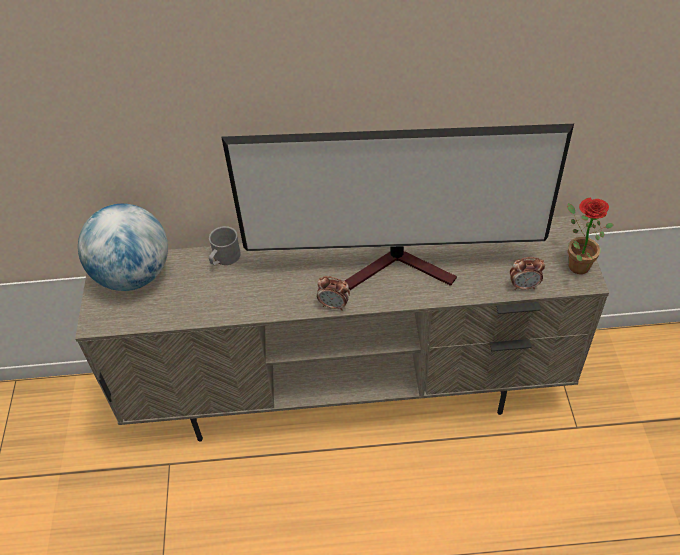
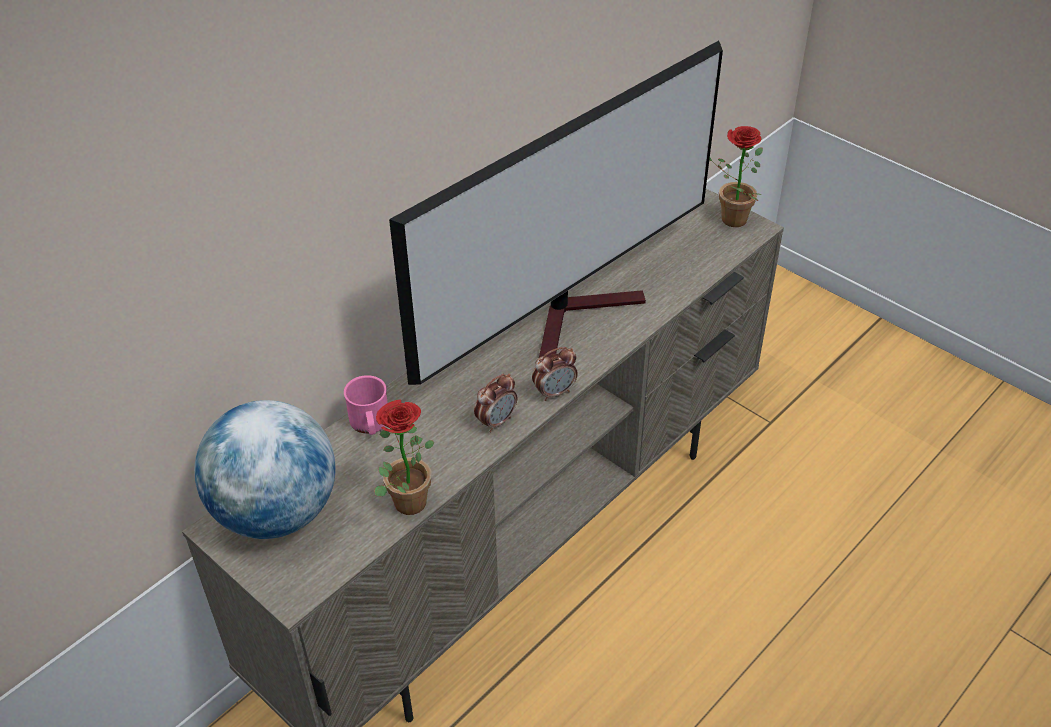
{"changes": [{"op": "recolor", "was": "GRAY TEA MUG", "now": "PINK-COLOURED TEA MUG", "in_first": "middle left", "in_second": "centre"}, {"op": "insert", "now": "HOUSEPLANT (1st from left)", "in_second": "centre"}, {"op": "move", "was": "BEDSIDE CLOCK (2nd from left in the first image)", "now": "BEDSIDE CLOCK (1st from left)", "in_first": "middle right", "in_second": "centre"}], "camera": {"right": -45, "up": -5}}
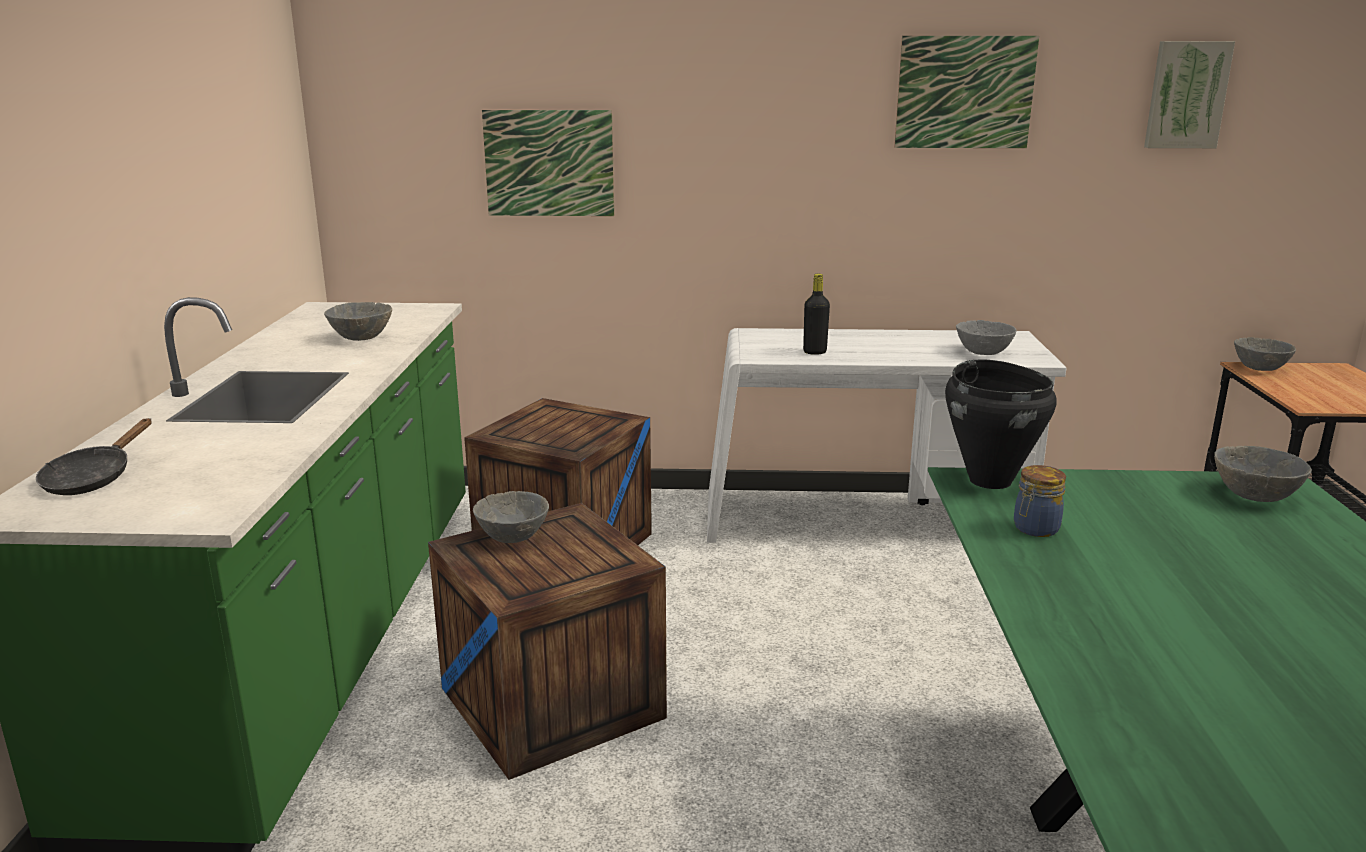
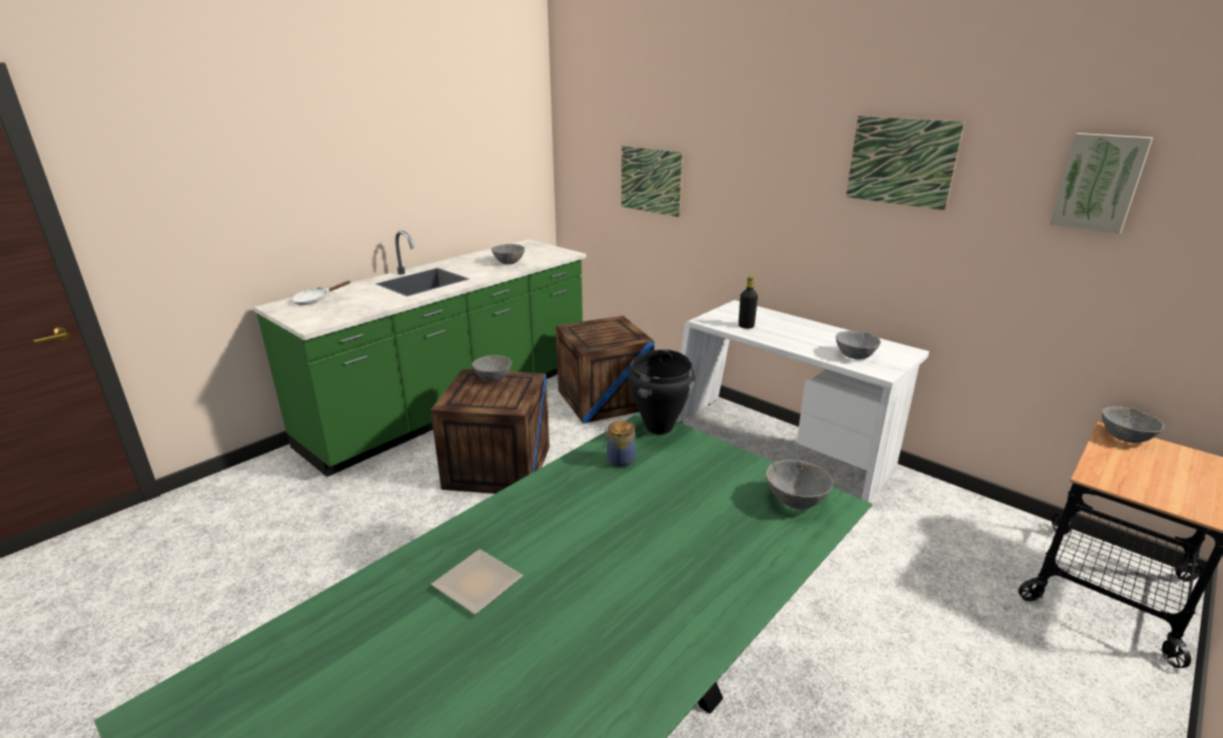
{"changes": [{"op": "recolor", "was": "BLACK FRYING PAN", "now": "WHITE FRYING PAN", "in_first": "middle left", "in_second": "middle left"}, {"op": "insert", "now": "FLAT DISH", "in_second": "bottom centre"}], "camera": {"right": 40, "up": 5}}
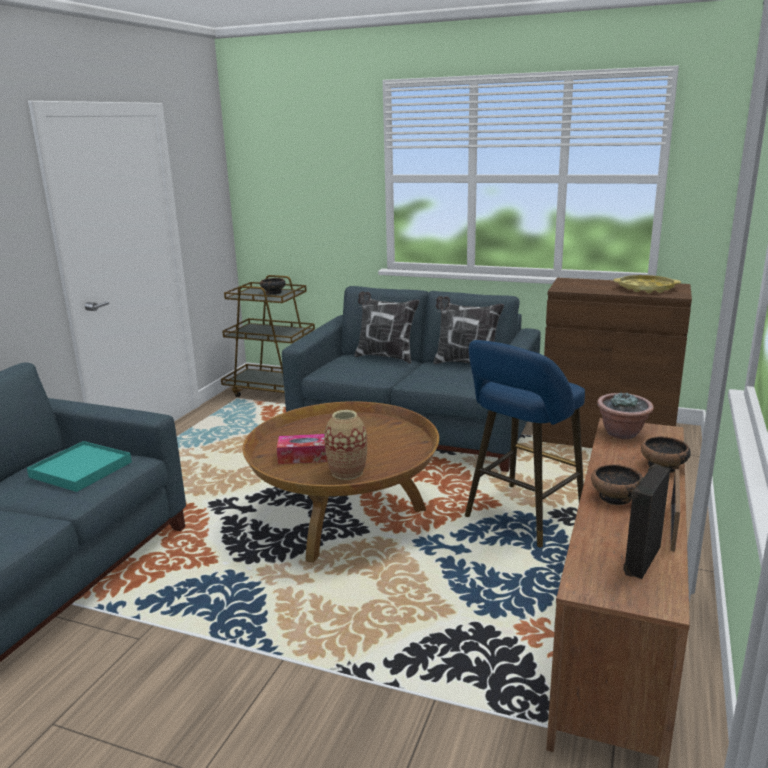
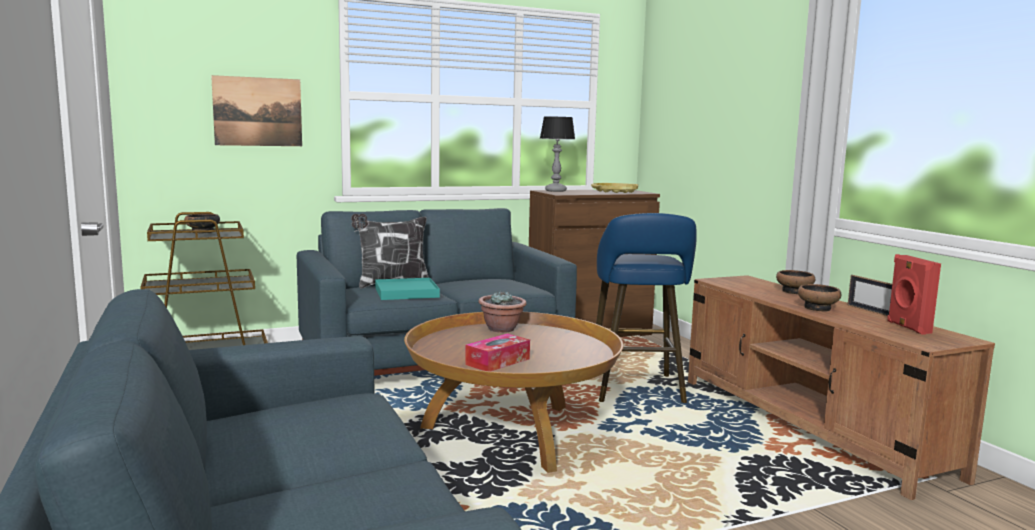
{"changes": [{"op": "insert", "now": "PICTURE", "in_second": "top left"}, {"op": "move", "was": "BLUE-GREEN CARRYING TRAY", "in_first": "middle left", "in_second": "centre"}, {"op": "move", "was": "HOUSEPLANT", "in_first": "middle right", "in_second": "centre"}, {"op": "insert", "now": "TABLETOP LAMP", "in_second": "top centre"}, {"op": "recolor", "was": "BLACK AUDIO SPEAKER", "now": "RED-COLOURED AUDIO SPEAKER", "in_first": "bottom right", "in_second": "middle right"}, {"op": "delete", "was": "VASE", "in_first": "centre"}, {"op": "delete", "was": "PILLOW (2nd from left)", "in_first": "centre"}], "camera": {"right": -45, "up": -10}}
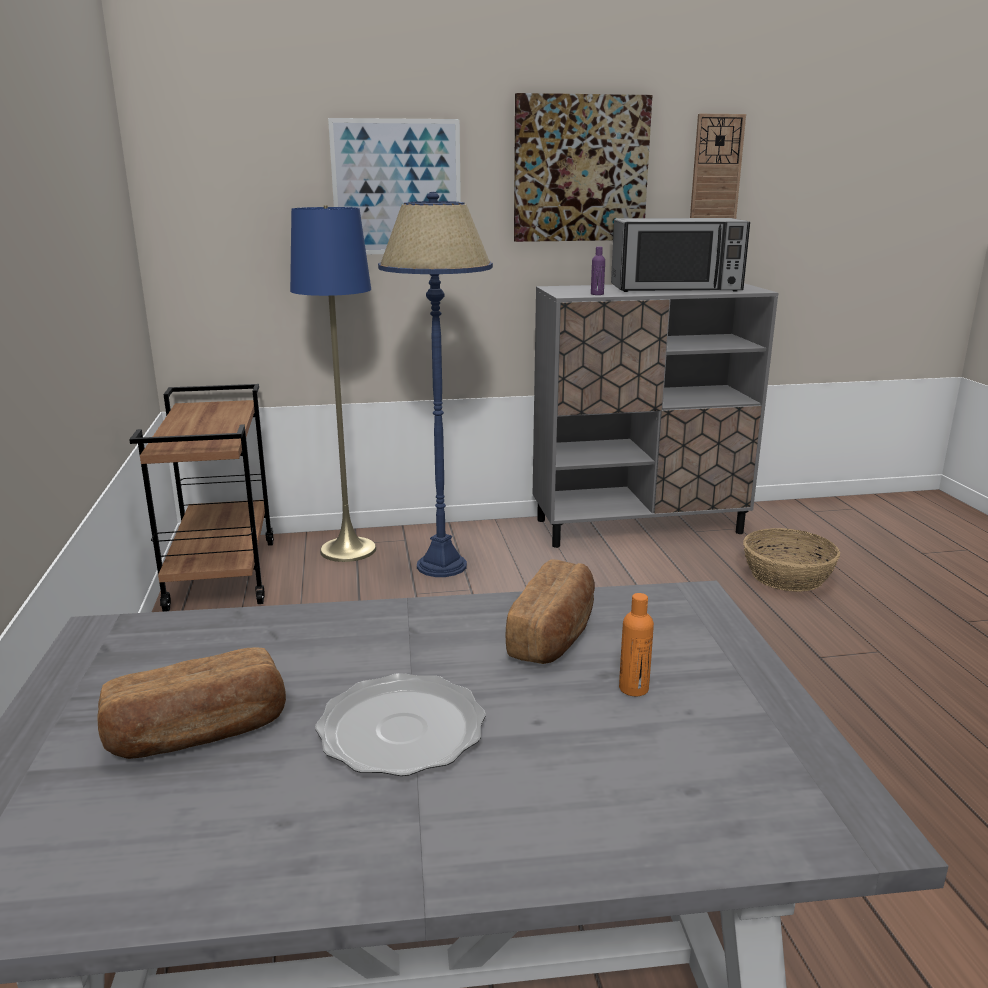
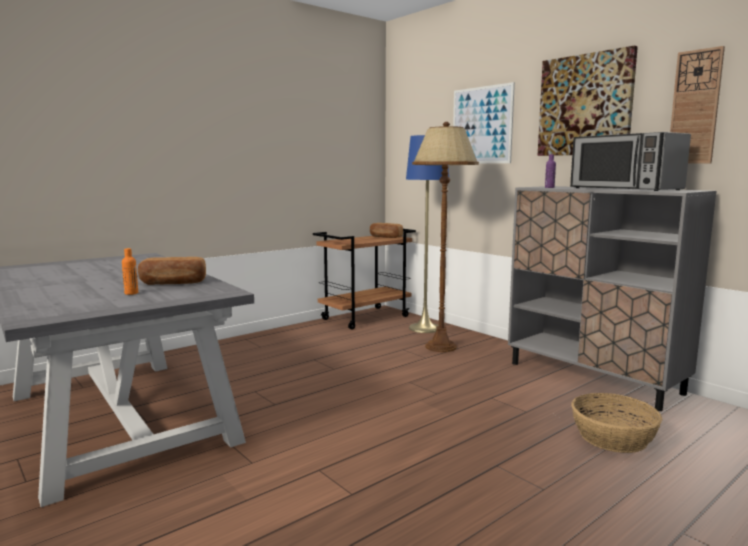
{"changes": [{"op": "move", "was": "BAKERY BREAD (1st from left in the first image)", "now": "BAKERY BREAD (2nd from left)", "in_first": "bottom left", "in_second": "centre"}, {"op": "recolor", "was": "BLUISH FLOOR LAMP (2nd from left)", "now": "BROWNISH FLOOR LAMP", "in_first": "centre", "in_second": "centre"}, {"op": "delete", "was": "FLAT DISH", "in_first": "bottom centre"}], "camera": {"right": 60, "up": -10}}
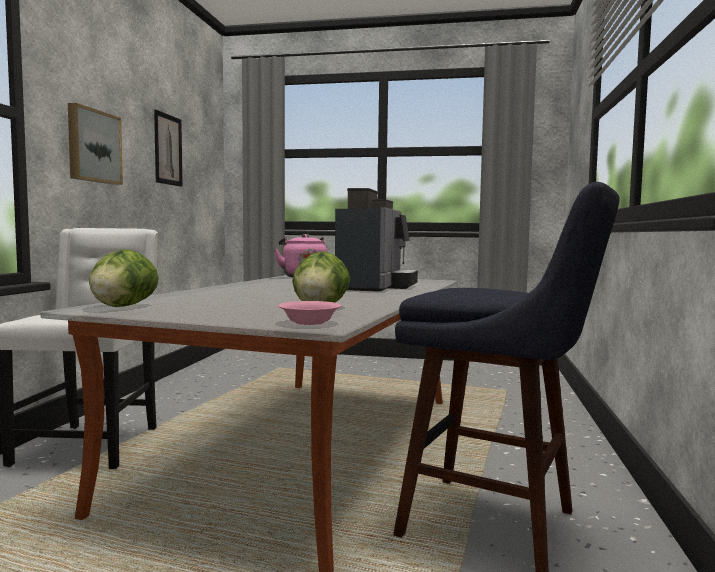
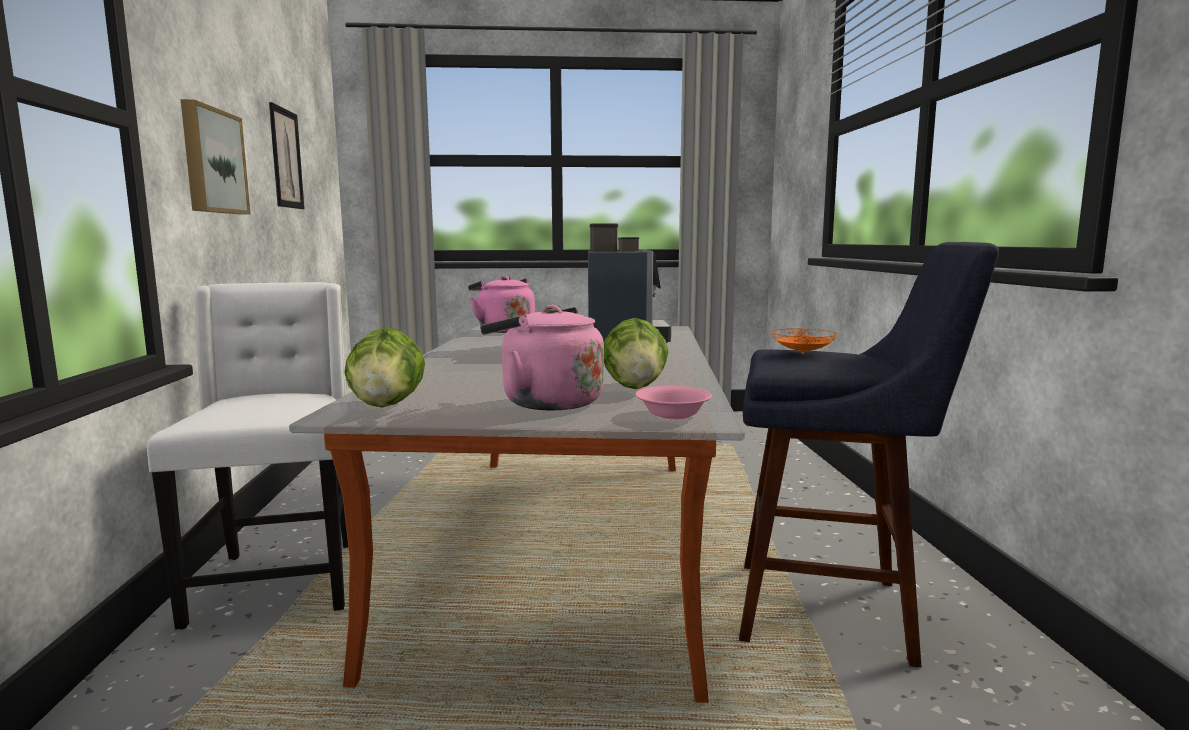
{"changes": [{"op": "insert", "now": "PINK-COLOURED KETTLE (2nd from left)", "in_second": "centre"}, {"op": "insert", "now": "ORANGEY FLAT DISH", "in_second": "middle right"}], "camera": {"right": -15, "up": 5}}
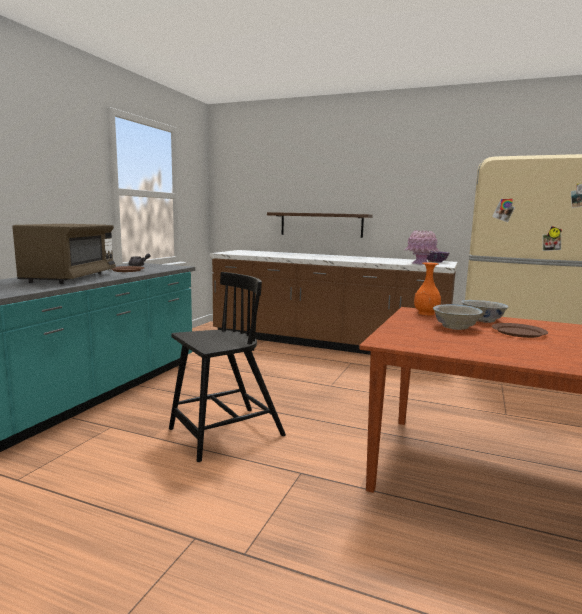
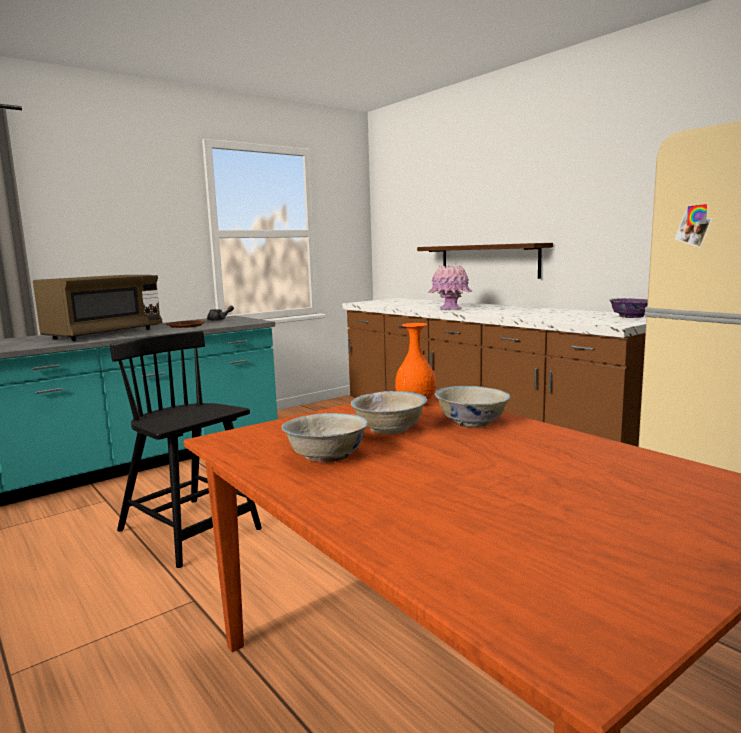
{"changes": [{"op": "rotate", "was": "BLACK UPRIGHT CHAIR", "in_first": "centre", "in_second": "middle left", "clockwise": -135}, {"op": "insert", "now": "WHITE BOWL (1st from left)", "in_second": "centre"}, {"op": "move", "was": "PINK-COLOURED VASE", "in_first": "middle right", "in_second": "centre"}, {"op": "delete", "was": "BROWNISH FLAT DISH (2nd from left)", "in_first": "middle right"}], "camera": {"right": 30, "up": 0}}
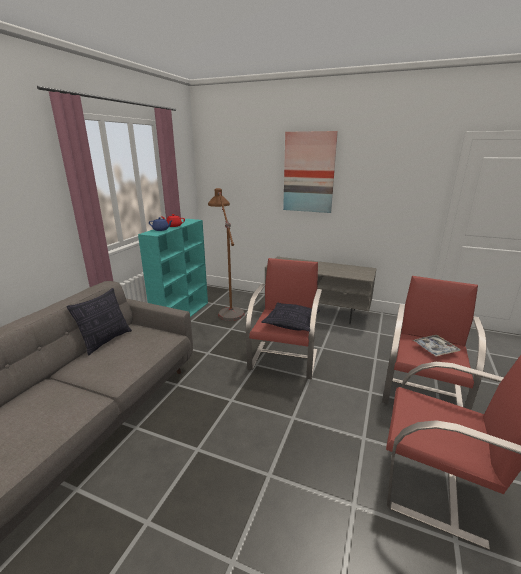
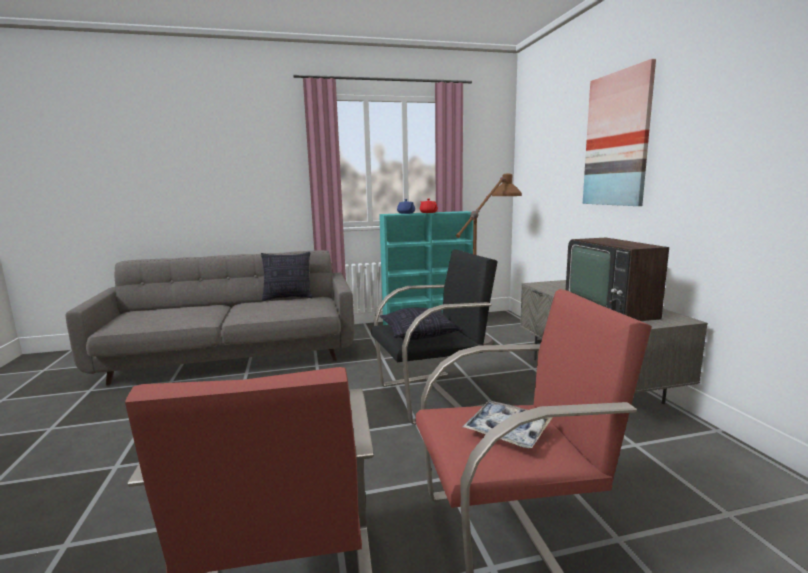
{"changes": [{"op": "recolor", "was": "RED-COLOURED EASY CHAIR (1st from left)", "now": "BLACK EASY CHAIR", "in_first": "centre", "in_second": "centre"}, {"op": "insert", "now": "TV SET", "in_second": "middle right"}], "camera": {"right": 55, "up": -10}}
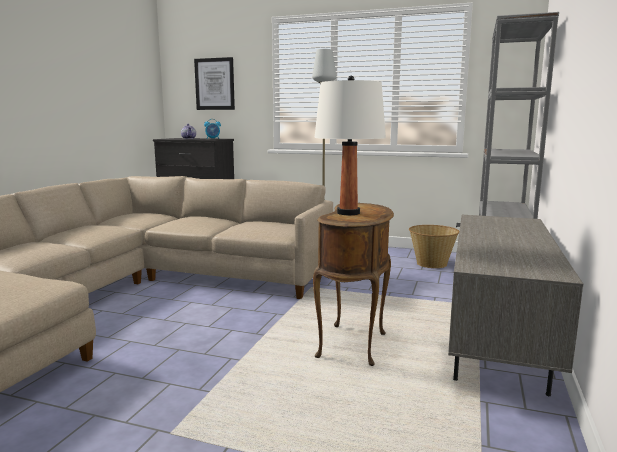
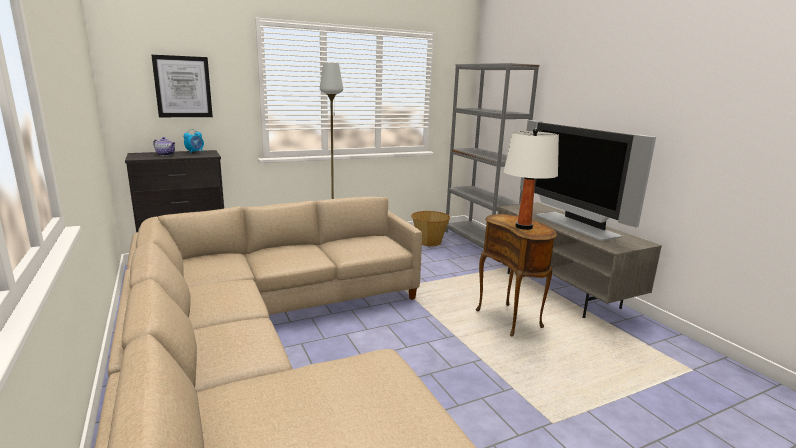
{"changes": [{"op": "insert", "now": "TV SET", "in_second": "middle right"}], "camera": {"right": -45, "up": 5}}
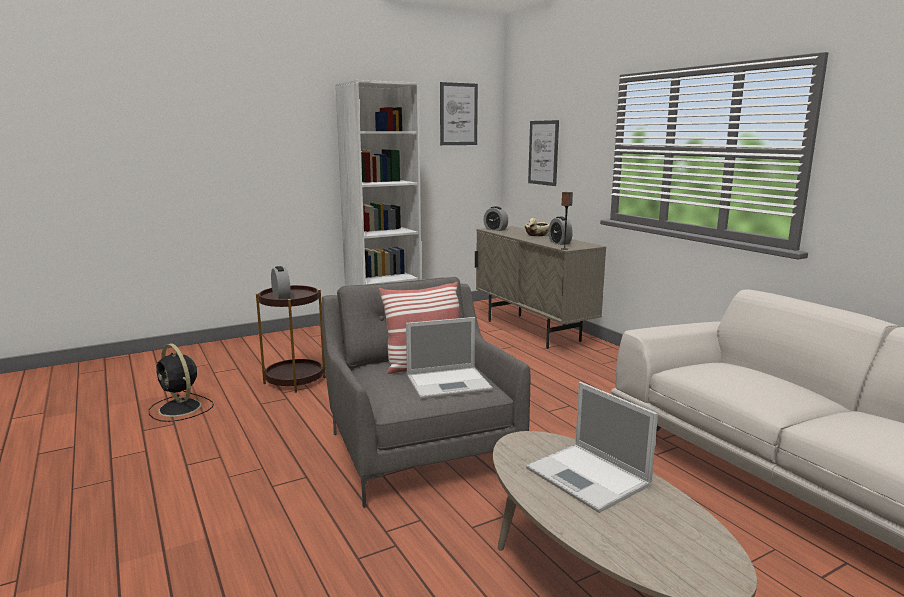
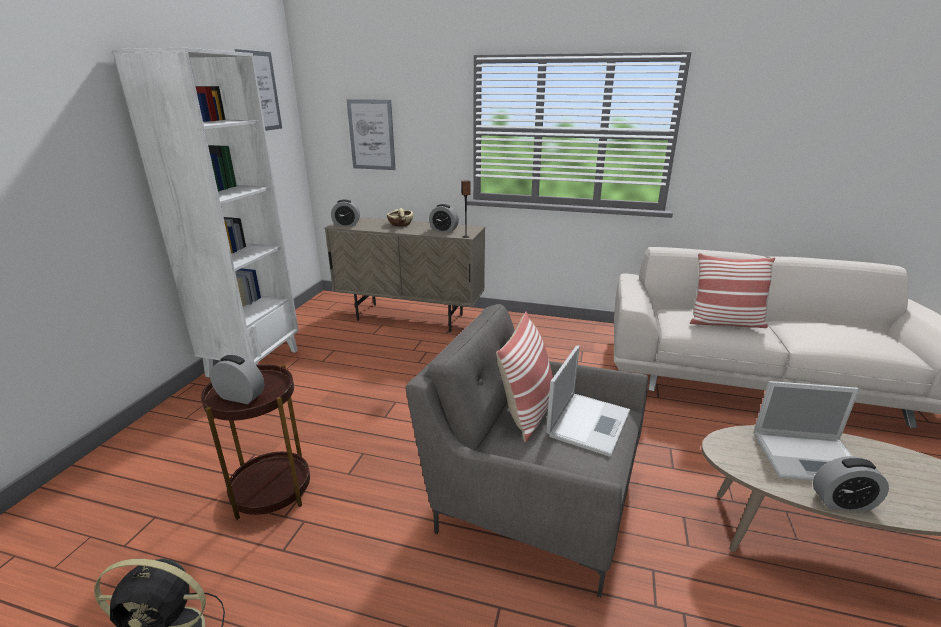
{"changes": [{"op": "insert", "now": "PILLOW (2nd from left)", "in_second": "middle right"}, {"op": "insert", "now": "BEDSIDE CLOCK (4th from left)", "in_second": "bottom right"}], "camera": {"right": -45, "up": 10}}
